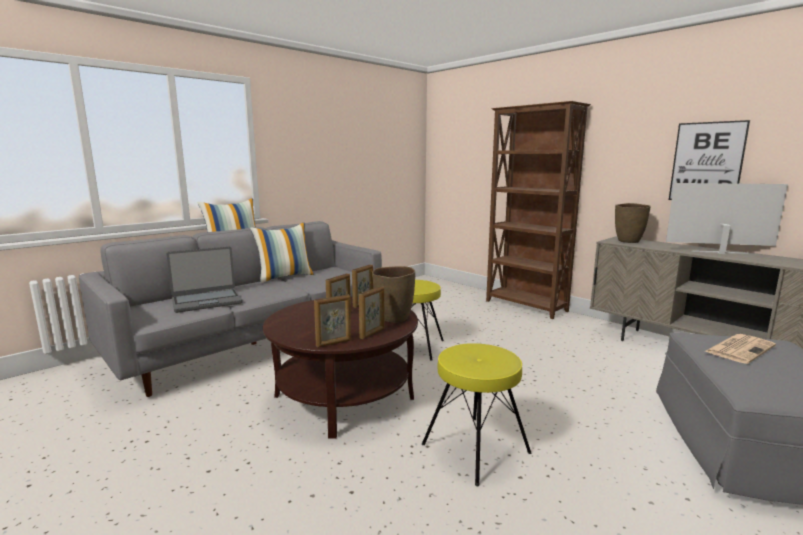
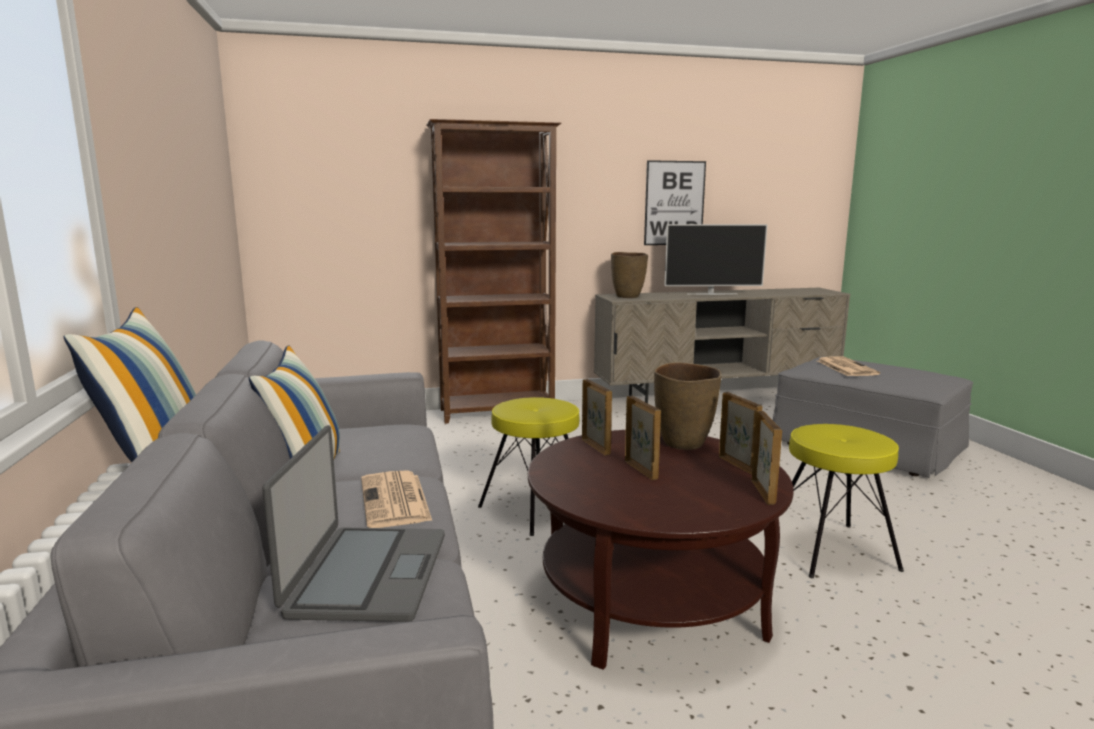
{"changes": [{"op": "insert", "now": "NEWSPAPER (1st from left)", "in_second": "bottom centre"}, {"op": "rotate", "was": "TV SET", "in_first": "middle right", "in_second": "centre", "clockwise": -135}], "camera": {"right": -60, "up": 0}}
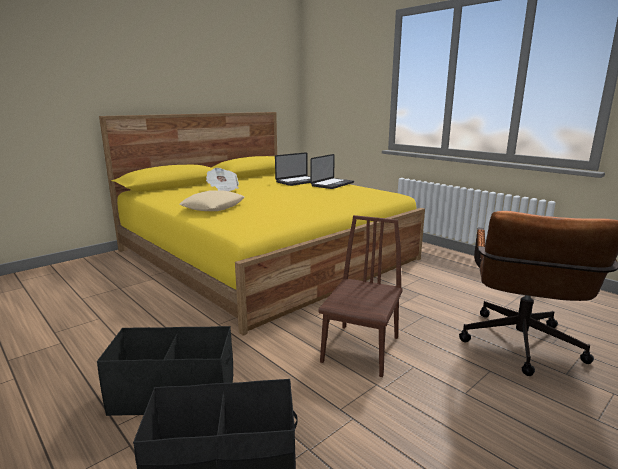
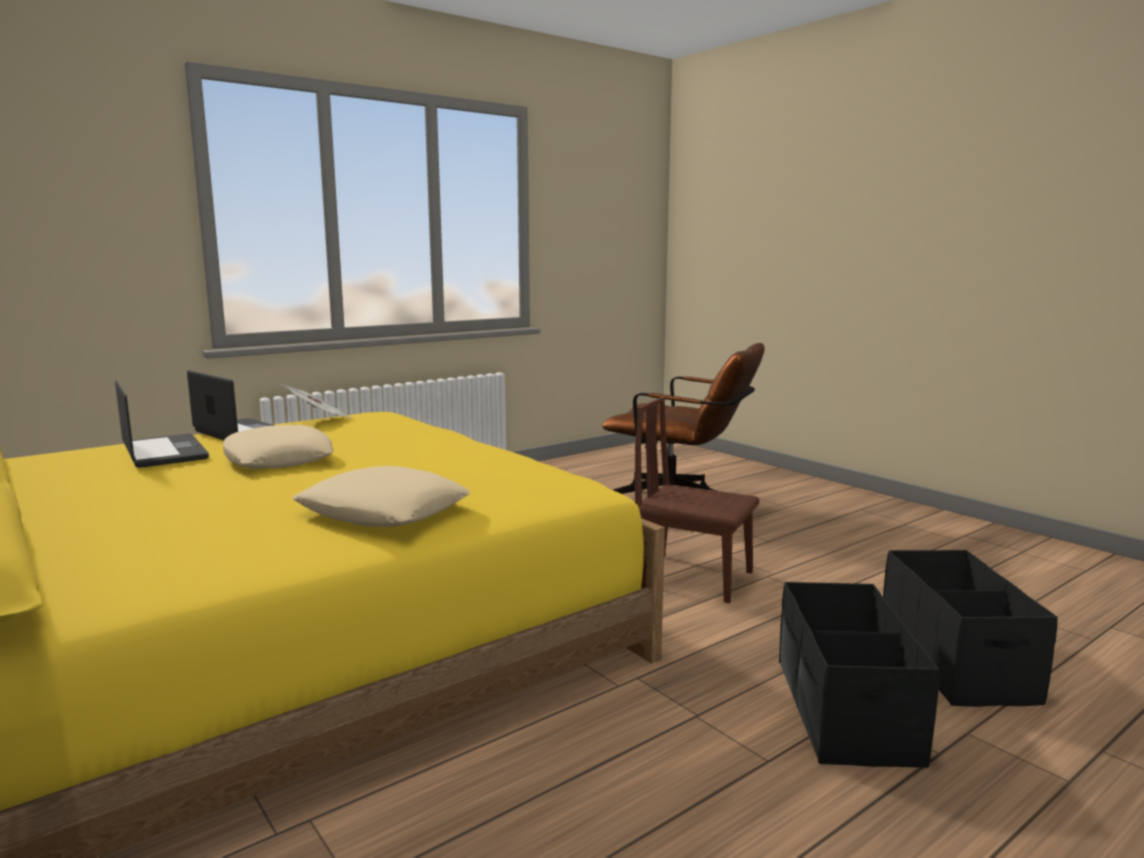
{"changes": [{"op": "insert", "now": "SAND-COLOURED PILLOW (1st from left)", "in_second": "middle left"}, {"op": "move", "was": "NEWSPAPER", "in_first": "centre", "in_second": "middle left"}], "camera": {"right": -85, "up": -5}}
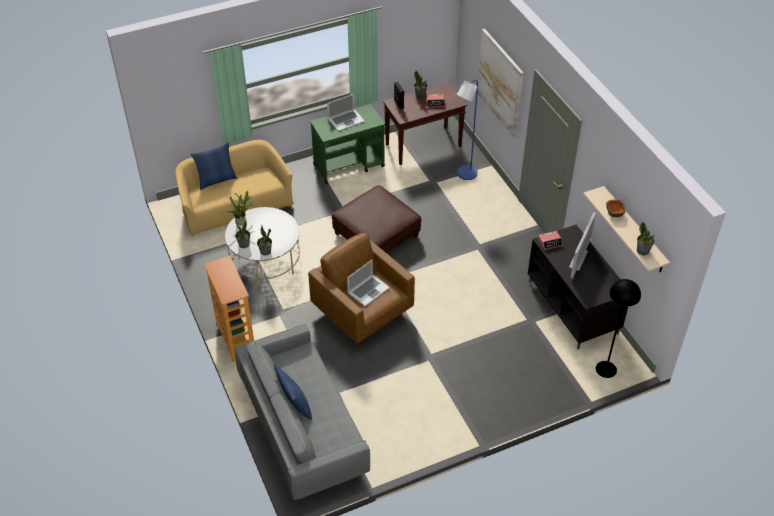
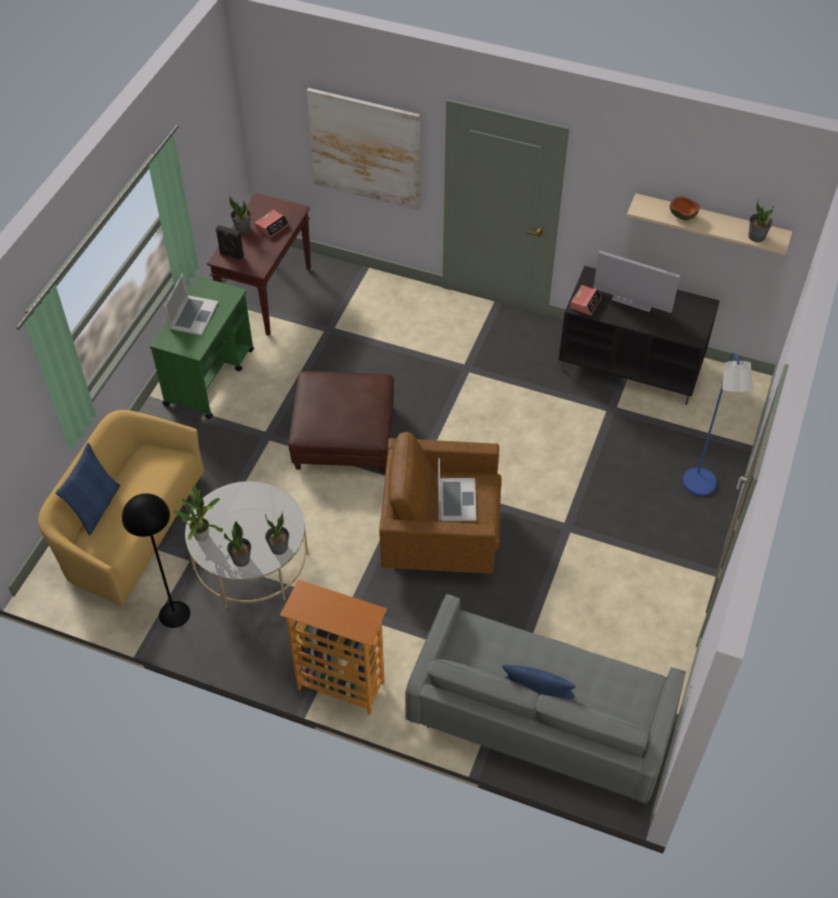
{"changes": [{"op": "move", "was": "BLACK FLOOR LAMP", "in_first": "middle right", "in_second": "middle left"}, {"op": "rotate", "was": "TV SET", "in_first": "middle right", "in_second": "top right", "clockwise": 135}, {"op": "move", "was": "BLUISH FLOOR LAMP", "in_first": "top centre", "in_second": "middle right"}], "camera": {"right": -45, "up": 5}}
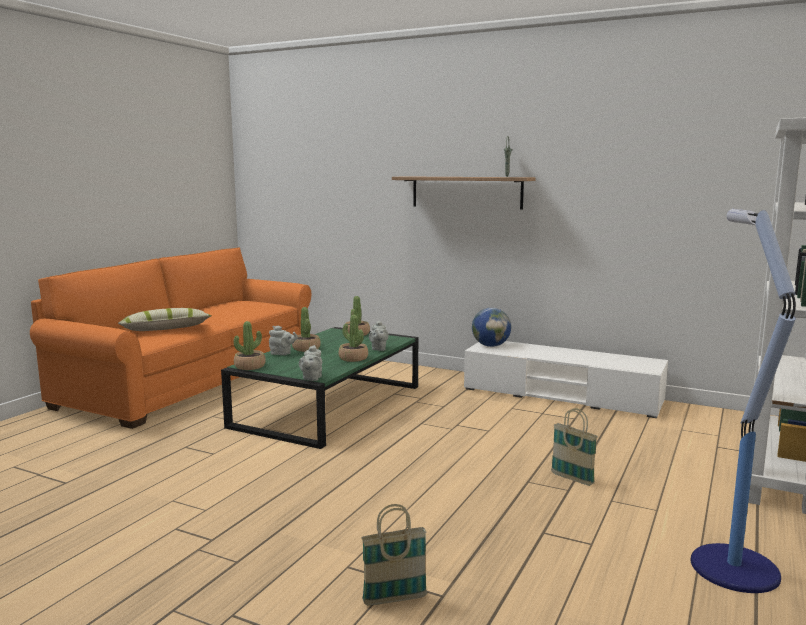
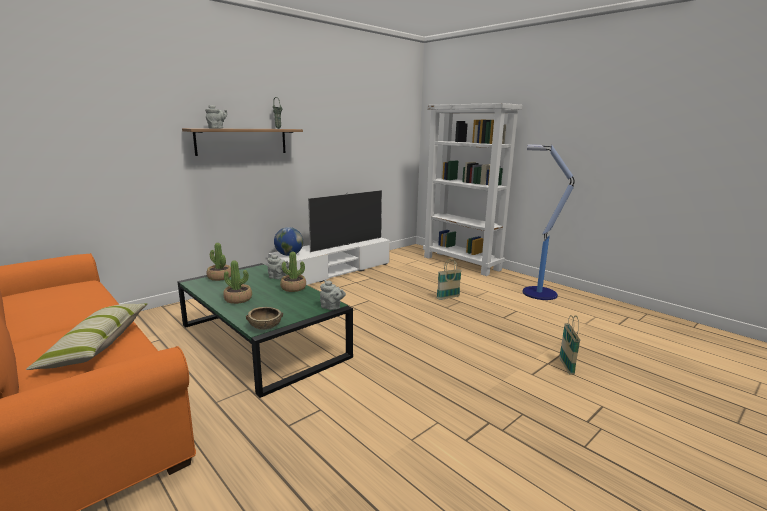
{"changes": [{"op": "move", "was": "GRAY POT FOR TEA (1st from left)", "in_first": "centre", "in_second": "top left"}, {"op": "replace", "was": "HOUSEPLANT (1st from left)", "now": "BROWNISH BOWL", "in_first": "middle left", "in_second": "centre"}, {"op": "insert", "now": "TV SET", "in_second": "centre"}], "camera": {"right": -70, "up": 5}}
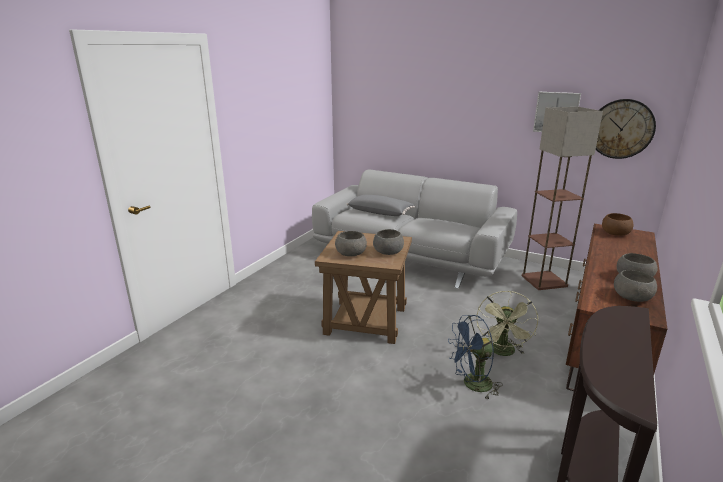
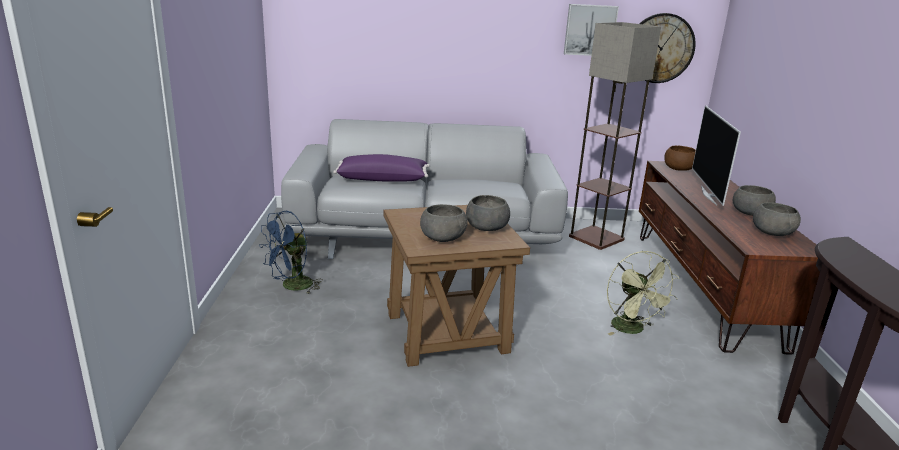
{"changes": [{"op": "move", "was": "BLUISH COOLING FAN", "in_first": "bottom centre", "in_second": "middle left"}, {"op": "recolor", "was": "GRAY PILLOW", "now": "PURPLE PILLOW", "in_first": "centre", "in_second": "centre"}, {"op": "insert", "now": "TV SET", "in_second": "middle right"}], "camera": {"right": -30, "up": 0}}
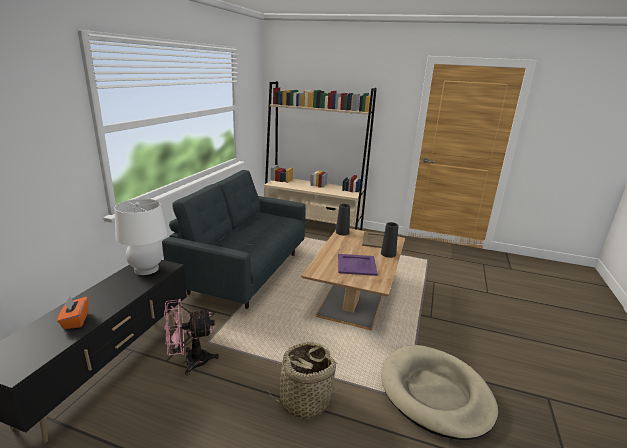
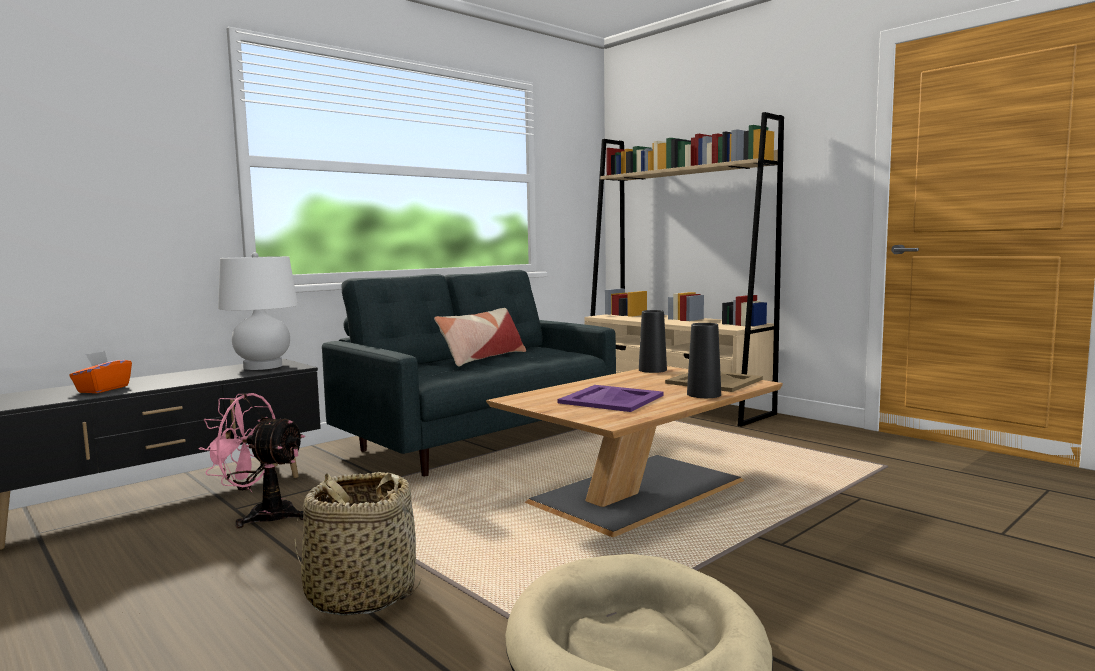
{"changes": [{"op": "insert", "now": "PILLOW", "in_second": "centre"}], "camera": {"right": 30, "up": -15}}
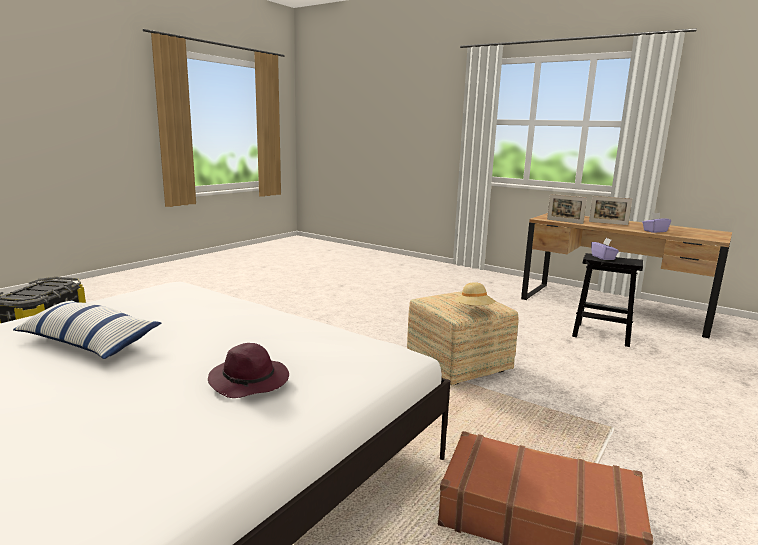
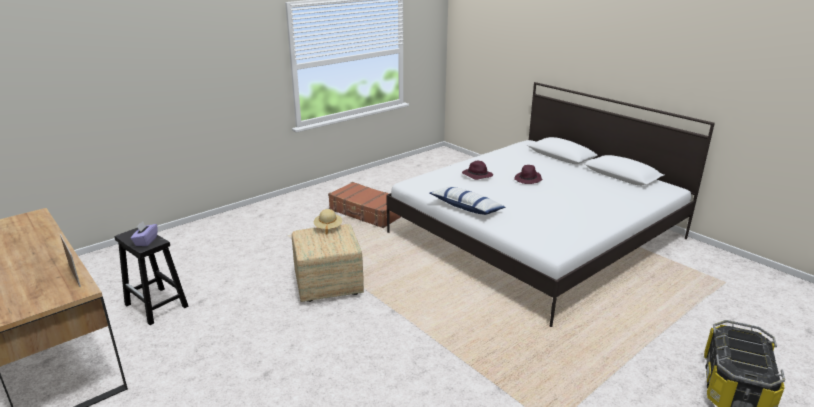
{"changes": [{"op": "move", "was": "PILLOW", "in_first": "middle left", "in_second": "centre"}, {"op": "insert", "now": "PURPLE HAT (2nd from left)", "in_second": "centre"}, {"op": "delete", "was": "PICTURE FRAME (2nd from left)", "in_first": "middle right"}, {"op": "delete", "was": "PURPLE TISSUE HOLDER (2nd from left)", "in_first": "middle right"}], "camera": {"right": -165, "up": 10}}
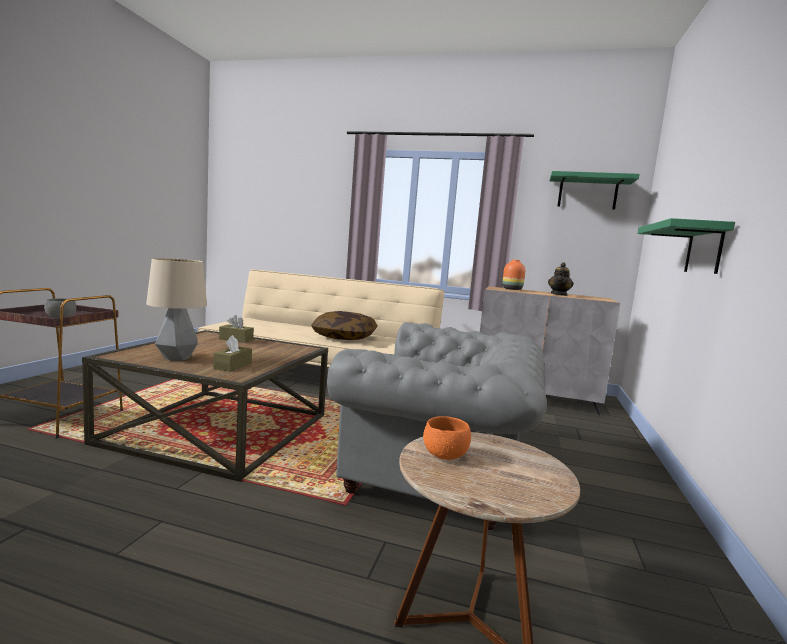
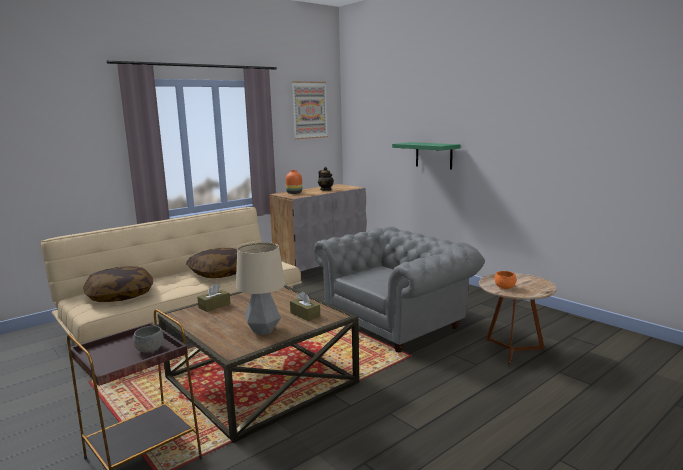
{"changes": [{"op": "insert", "now": "PILLOW (1st from left)", "in_second": "middle left"}, {"op": "replace", "was": "GREEN WALL SHELF (1st from left)", "now": "PICTURE", "in_first": "top right", "in_second": "top centre"}], "camera": {"right": -55, "up": 5}}
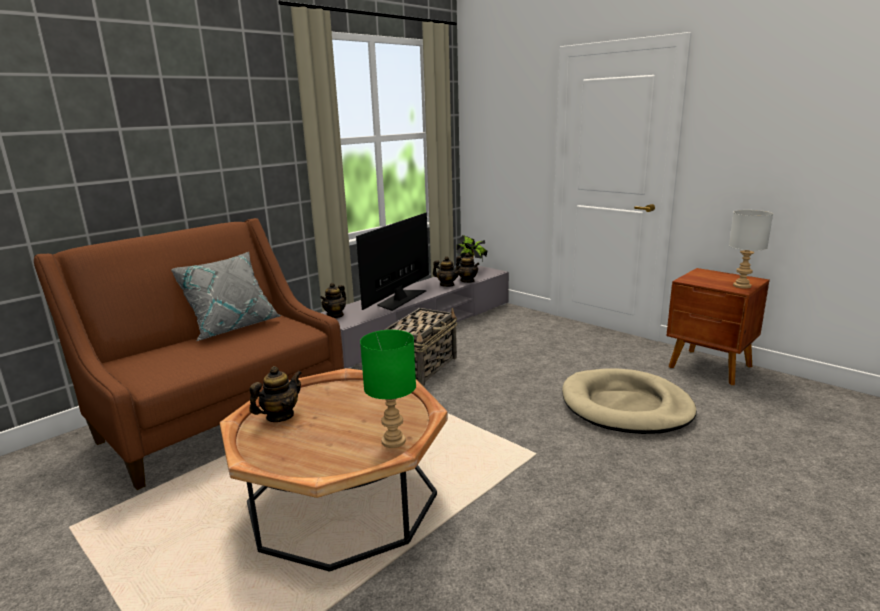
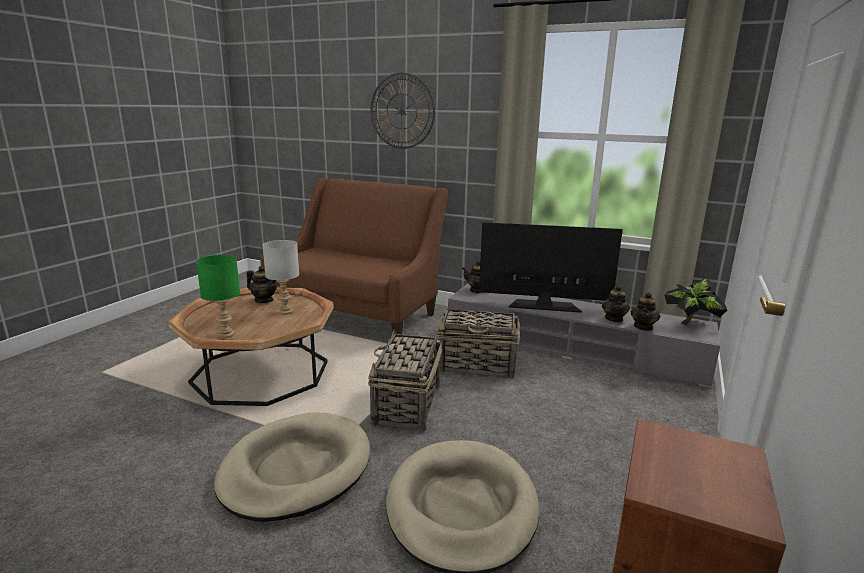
{"changes": [{"op": "insert", "now": "SAND-COLOURED DOG CUSHION (1st from left)", "in_second": "bottom centre"}, {"op": "move", "was": "GRAY TABLETOP LAMP", "in_first": "middle right", "in_second": "middle left"}, {"op": "insert", "now": "STORAGE BASKET (1st from left)", "in_second": "centre"}, {"op": "insert", "now": "HANGING CLOCK", "in_second": "top centre"}, {"op": "delete", "was": "GRAY PILLOW", "in_first": "middle left"}], "camera": {"right": 70, "up": 0}}
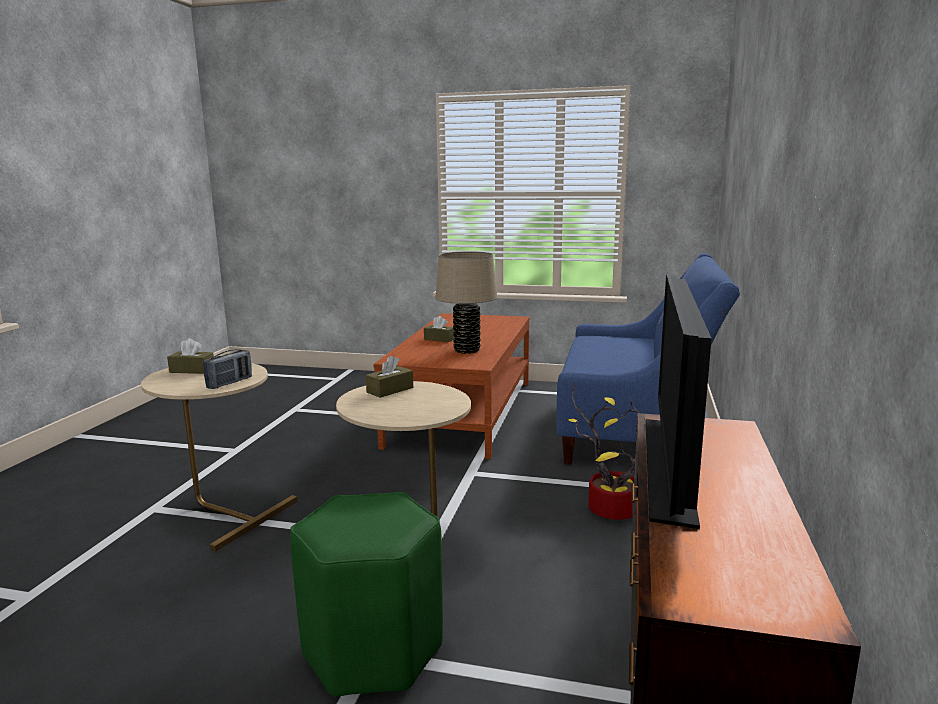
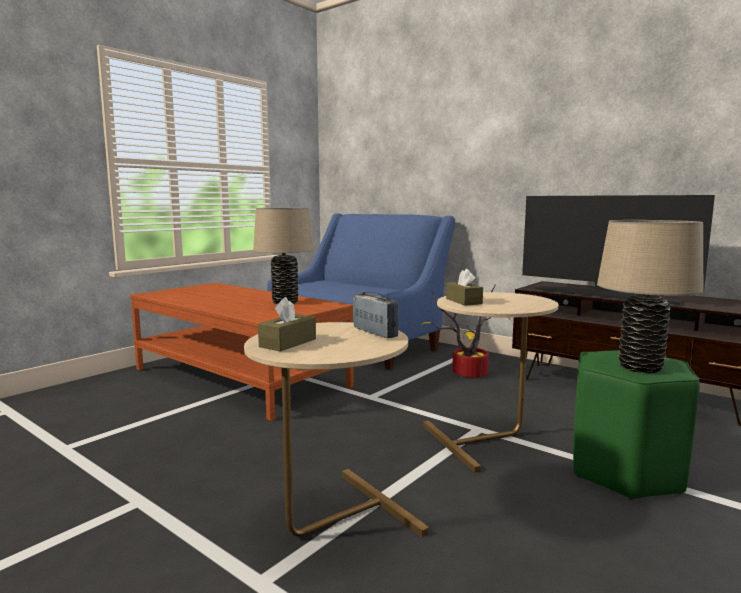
{"changes": [{"op": "insert", "now": "SAND-COLOURED TABLETOP LAMP (2nd from left)", "in_second": "middle right"}, {"op": "delete", "was": "BROWNISH TISSUE HOLDER (3rd from left)", "in_first": "centre"}], "camera": {"right": -65, "up": -5}}
